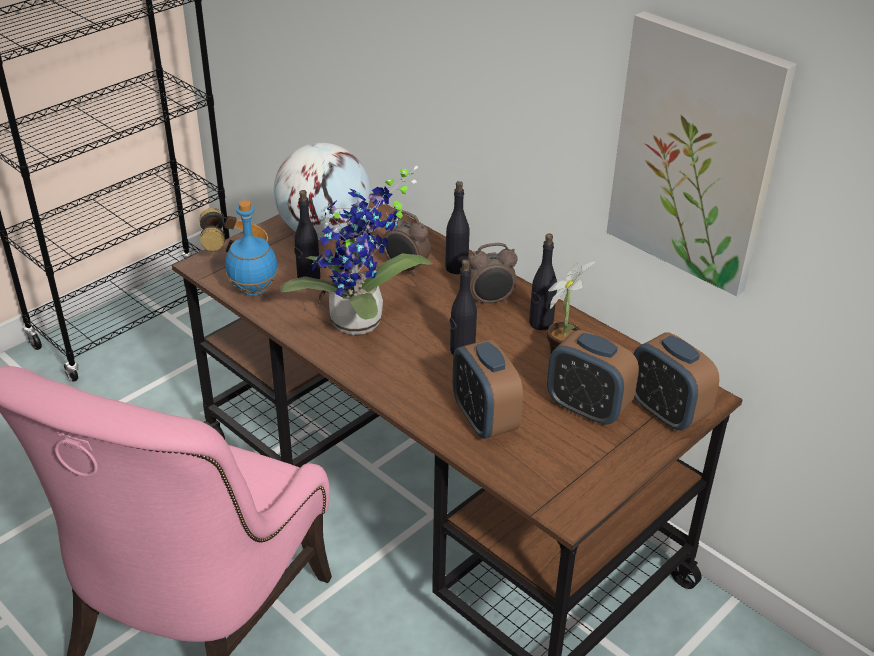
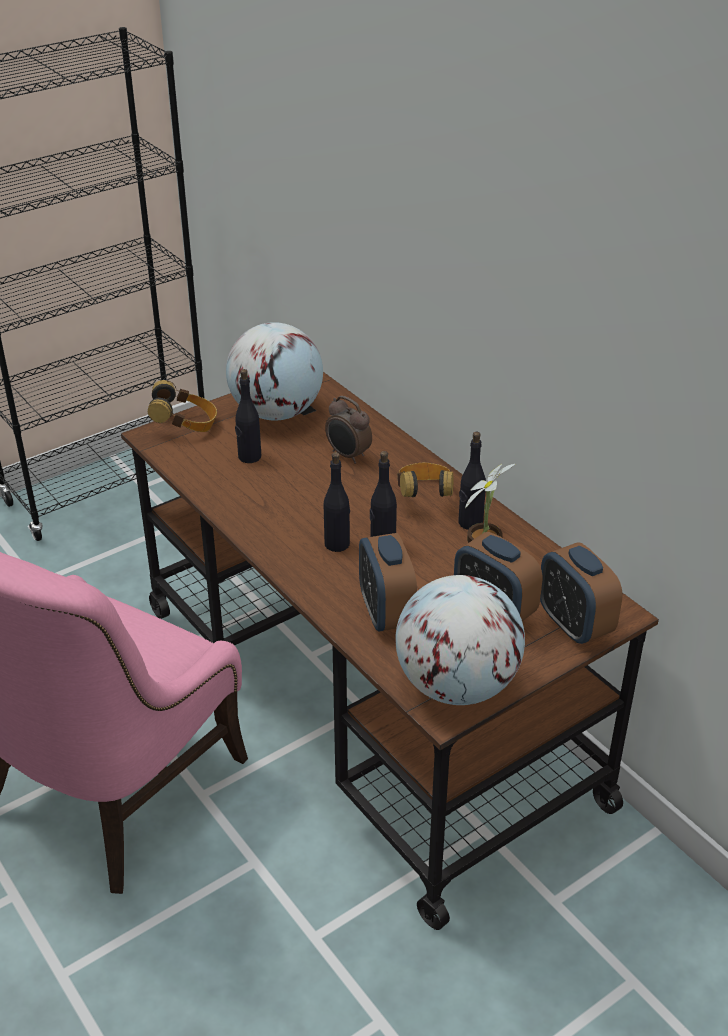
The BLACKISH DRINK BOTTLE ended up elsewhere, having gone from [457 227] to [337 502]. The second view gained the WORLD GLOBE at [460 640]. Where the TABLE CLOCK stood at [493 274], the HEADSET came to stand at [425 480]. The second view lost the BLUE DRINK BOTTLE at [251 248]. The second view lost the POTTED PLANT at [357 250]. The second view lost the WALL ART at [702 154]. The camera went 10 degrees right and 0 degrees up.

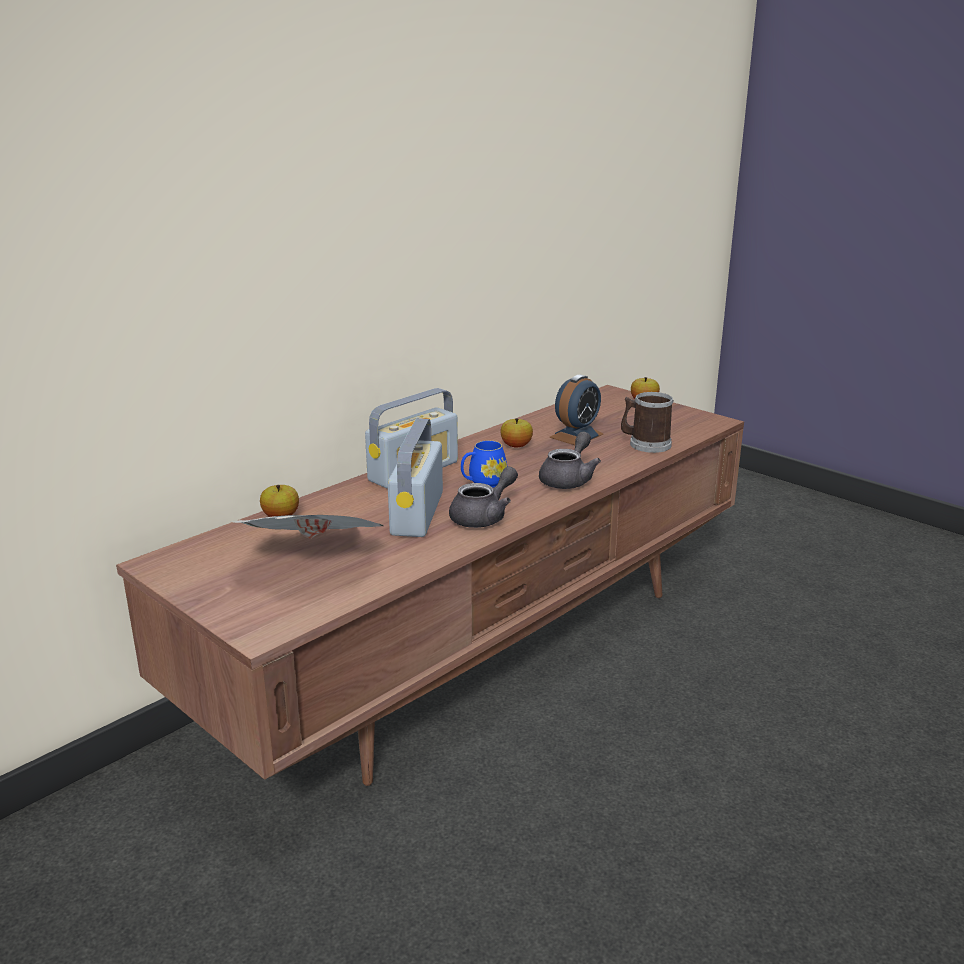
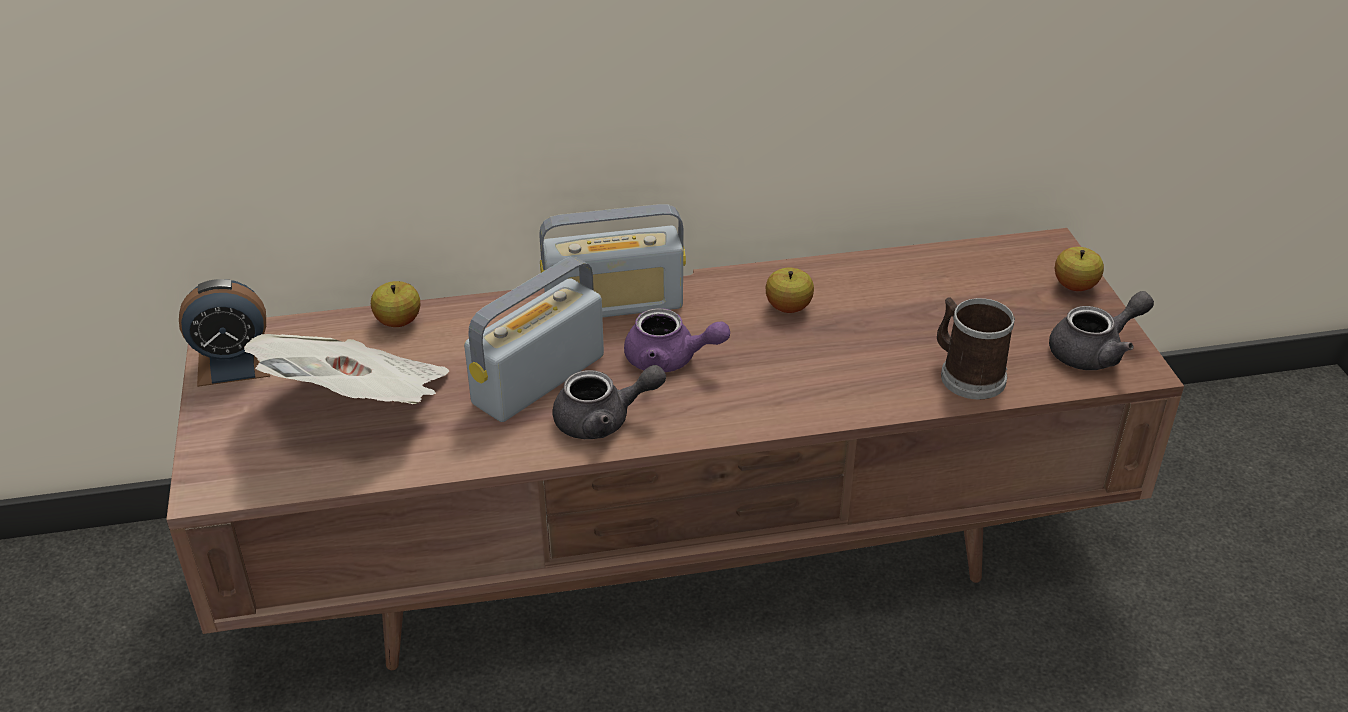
The TABLE CLOCK ended up elsewhere, having gone from [576 410] to [224 333]. Where the BLUE MUG stood at [484 464], the PURPLE TEAPOT came to stand at [677 340]. The GRAY TEAPOT ended up elsewhere, having gone from [570 460] to [1101 330]. The camera went 35 degrees right and 15 degrees up.

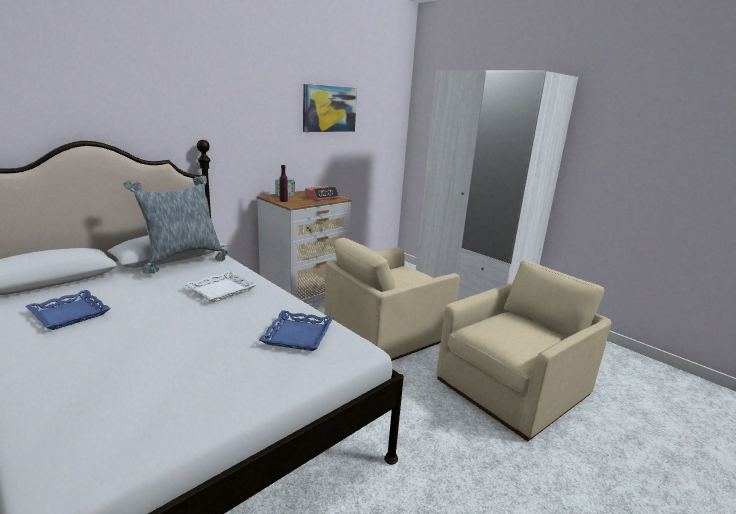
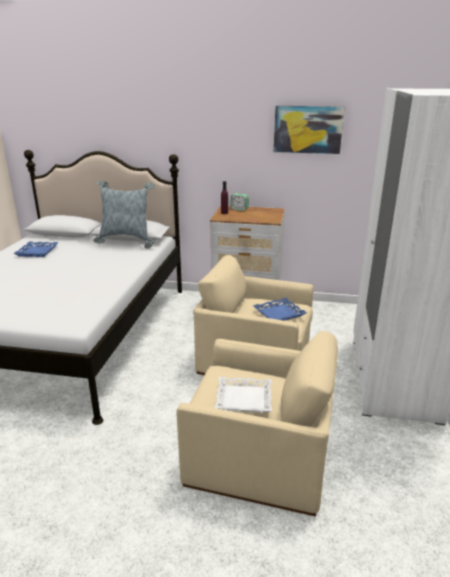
The WHITE TRAY ended up elsewhere, having gone from [220 287] to [243 395]. The BLUE TRAY ended up elsewhere, having gone from [296 330] to [280 309]. The second view lost the TABLE CLOCK at [322 193]. The camera went 55 degrees right and 5 degrees up.

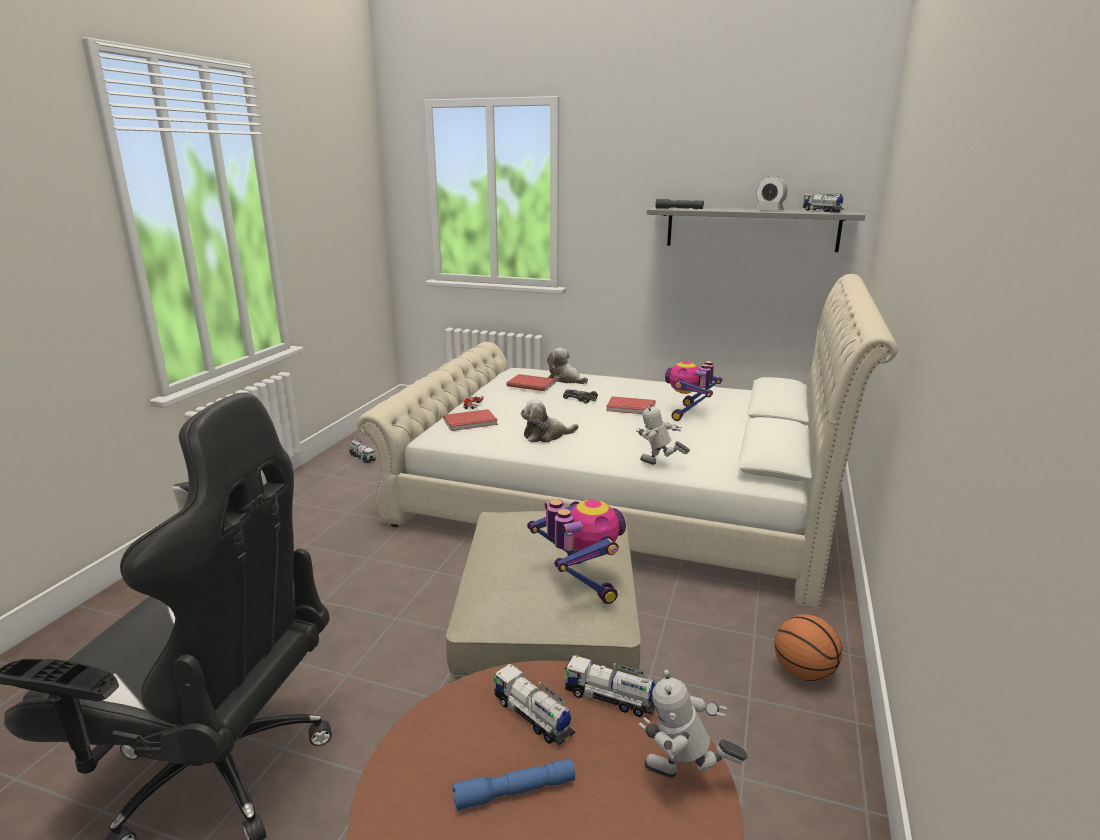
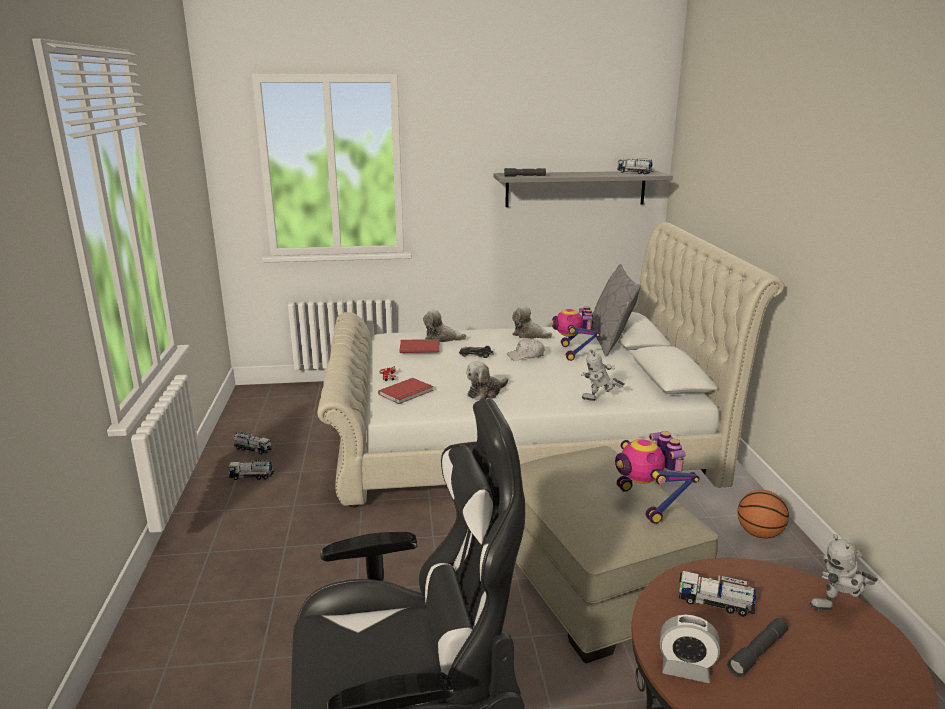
The MODEL TRUCK ended up elsewhere, having gone from [610 686] to [251 469]. Where the RED BOUND BOOK stood at [630 405], the WHITE CAP came to stand at [525 349]. The second view gained the CUDDLY TOY at [532 322]. The second view gained the GRAY PILLOW at [616 310]. The TOY ROBOT at [576 551] ended up facing another way, 150 degrees counterclockwise from before. The TABLE CLOCK ended up elsewhere, having gone from [772 193] to [690 649]. What was the BLUE FLASHLIGHT at [513 785] turned into the GRAY FLASHLIGHT at [757 647]. The camera went 25 degrees left and 0 degrees up.

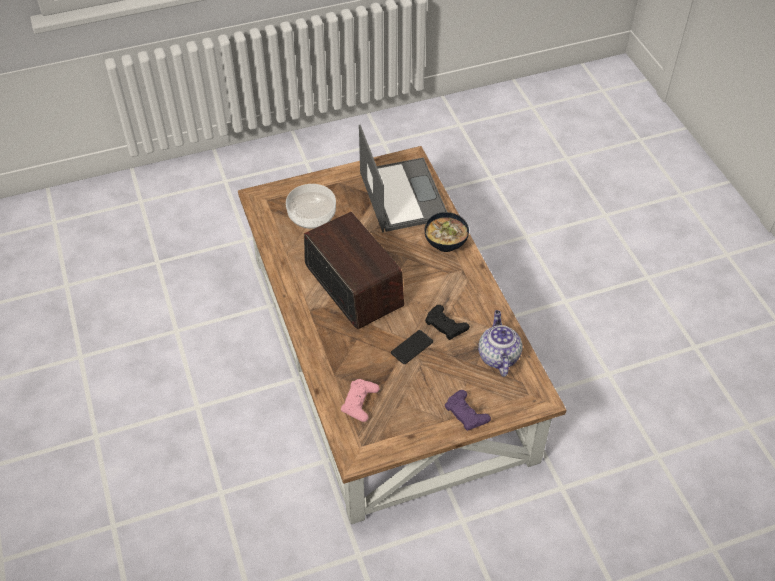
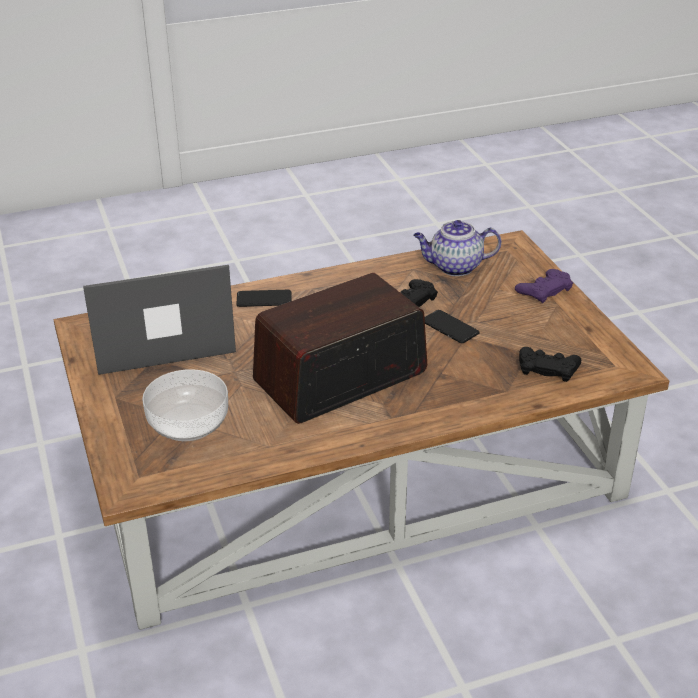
Where the DEEP DISH stood at [447 232], the PHONE came to stand at [264 298]. What was the PINK-COLOURED GAME CONTROLLER at [360 400] turned into the BLACKISH GAME CONTROLLER at [550 364]. The camera went 90 degrees left and 15 degrees down.

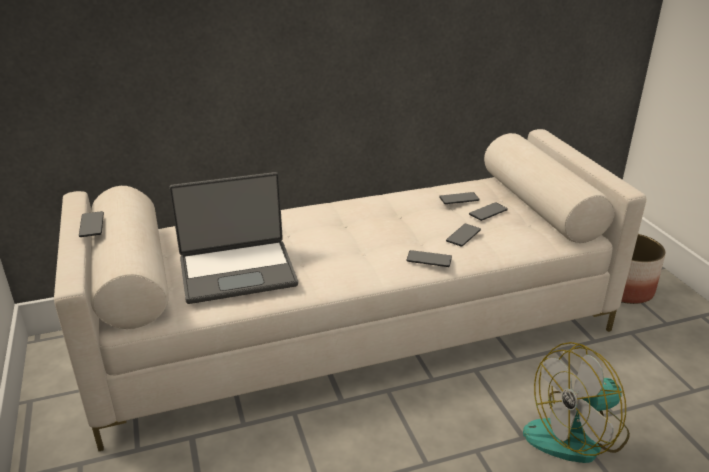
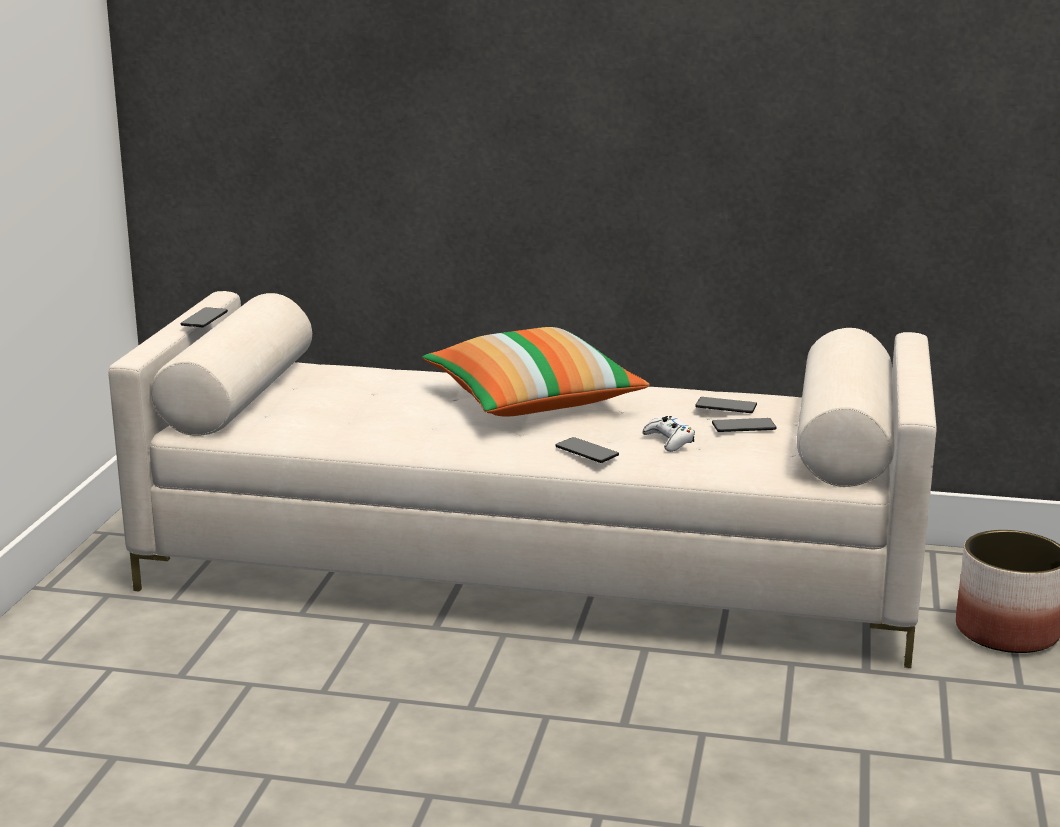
The second view gained the PILLOW at [536 372]. Where the PHONE stood at [463 235], the WHITE GAME CONTROLLER came to stand at [669 434]. The second view lost the PORTABLE COMPUTER at [233 238]. The second view lost the FAN at [576 402]. The camera went 30 degrees right and 10 degrees down.

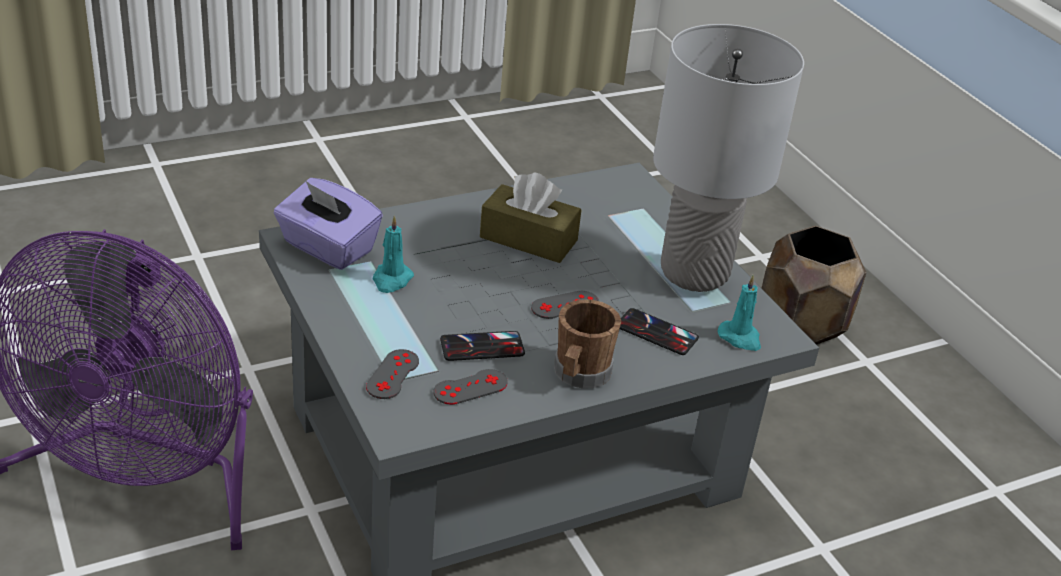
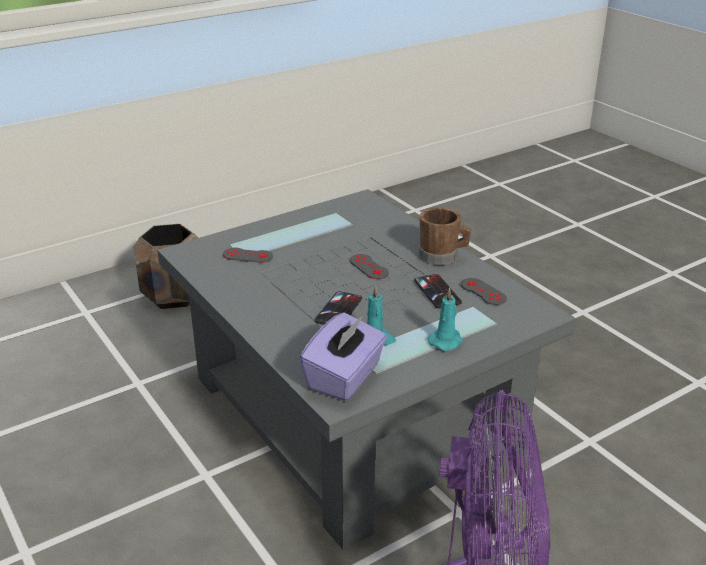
The GRAY GAME CONTROLLER ended up elsewhere, having gone from [392 374] to [248 255]. The PHONE ended up elsewhere, having gone from [659 331] to [338 308]. The TURQUOISE-COLOURED WAX CANDLE ended up elsewhere, having gone from [739 313] to [445 319]. The second view lost the BROWNISH TISSUE HOLDER at [531 218]. The second view lost the GRAY TABLETOP LAMP at [728 158]. The camera went 95 degrees left and 5 degrees down.

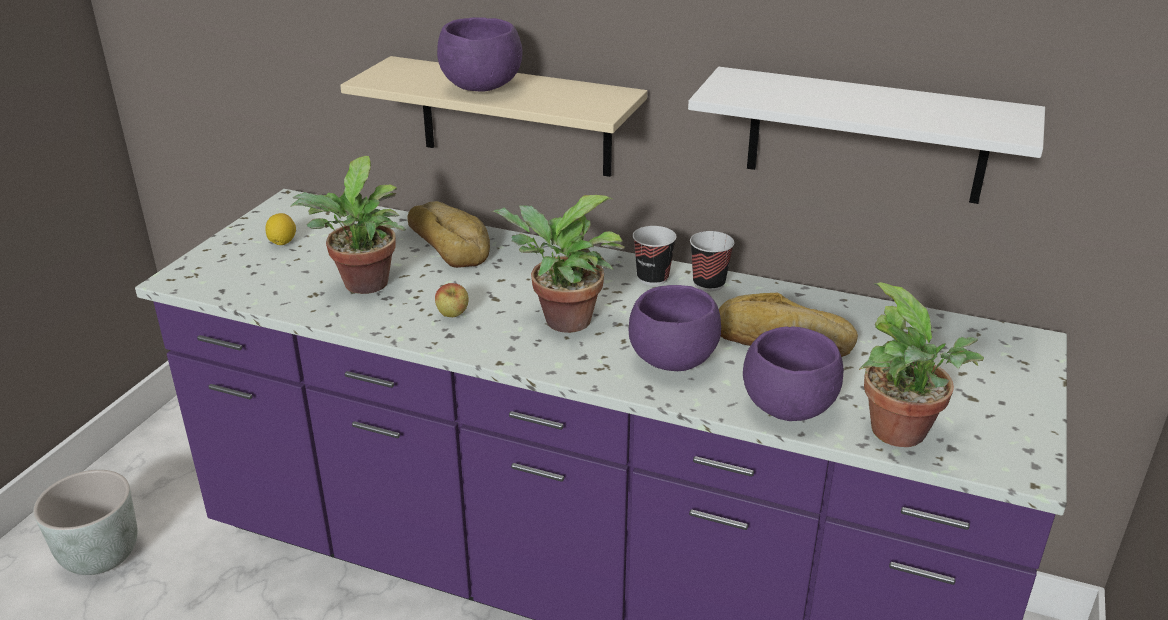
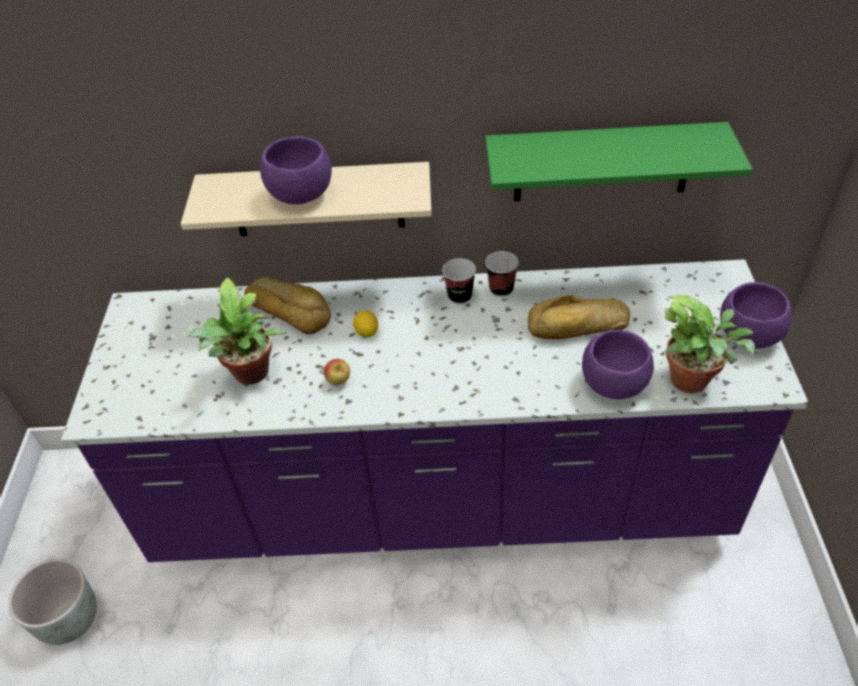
The CITRUS FRUIT ended up elsewhere, having gone from [280 229] to [365 323]. What was the WHITE WALL SHELF at [866 135] turned into the GREENISH WALL SHELF at [619 161]. The PURPLE DEEP DISH ended up elsewhere, having gone from [675 328] to [756 315]. The second view lost the POTTED PLANT at [558 264]. The camera went 20 degrees left and 15 degrees up.

